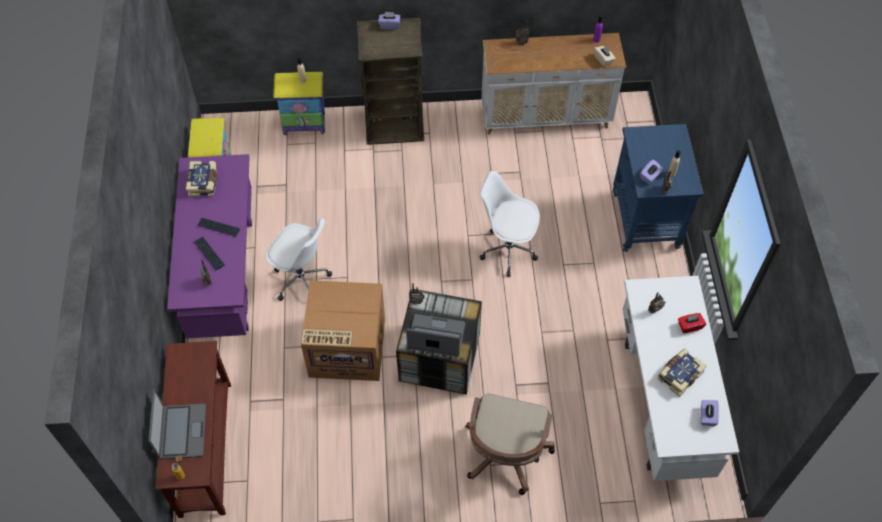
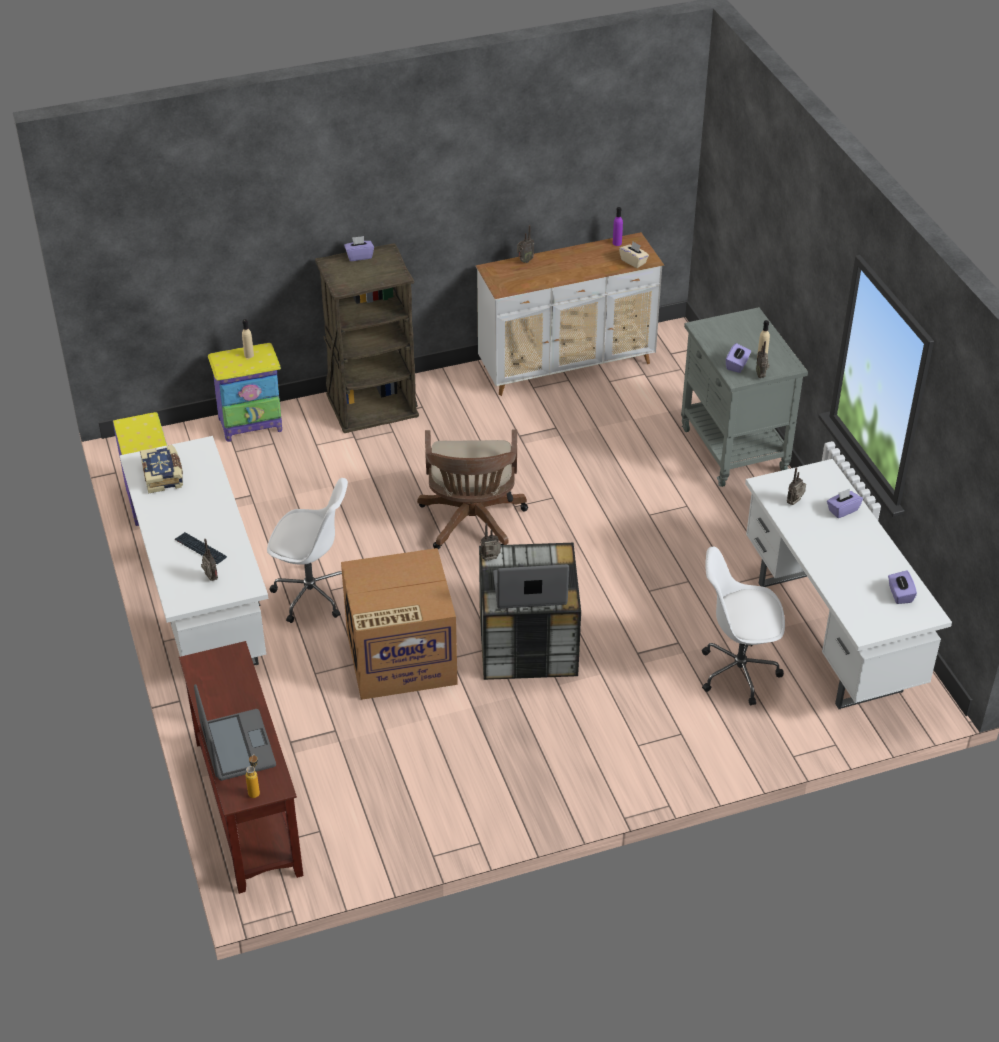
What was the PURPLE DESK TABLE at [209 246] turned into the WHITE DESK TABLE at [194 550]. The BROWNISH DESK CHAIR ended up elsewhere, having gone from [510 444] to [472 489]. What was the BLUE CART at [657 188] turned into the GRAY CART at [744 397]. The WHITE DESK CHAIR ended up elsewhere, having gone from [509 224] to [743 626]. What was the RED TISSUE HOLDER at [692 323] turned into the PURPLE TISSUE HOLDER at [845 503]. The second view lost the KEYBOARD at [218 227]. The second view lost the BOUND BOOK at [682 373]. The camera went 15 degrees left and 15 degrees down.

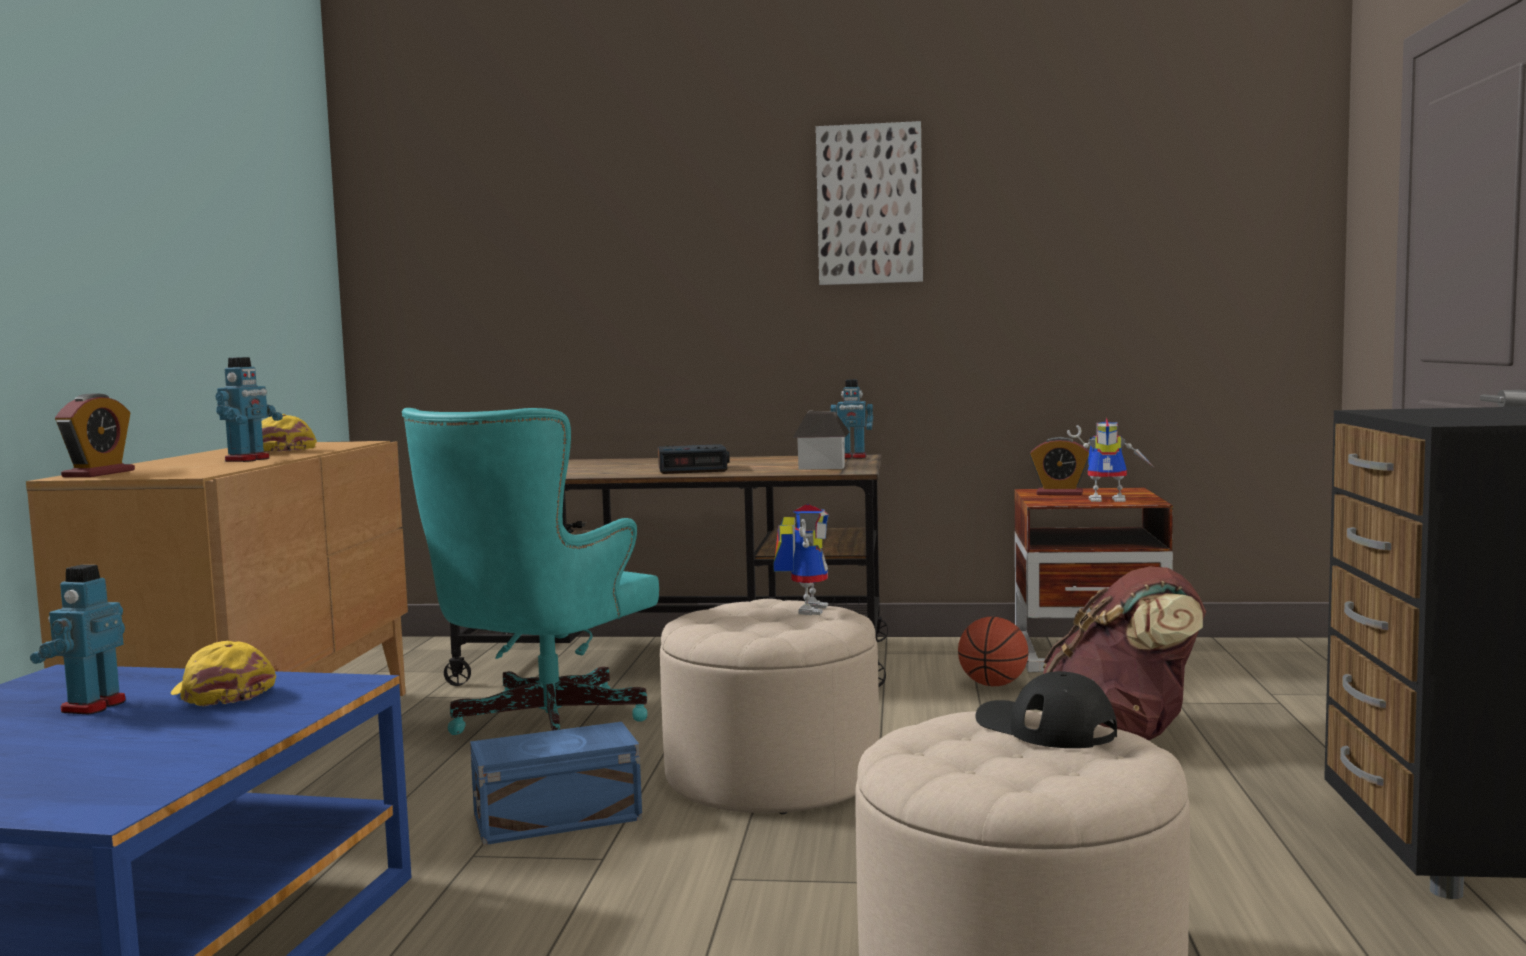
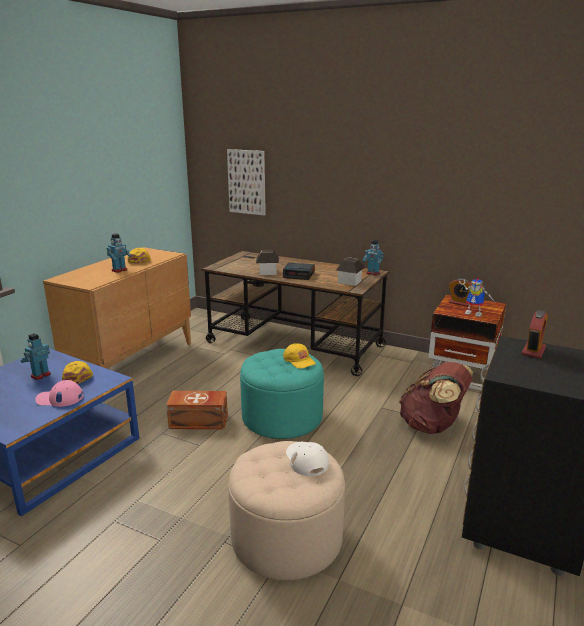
The second view gained the PINK-COLOURED CAP at [59 393]. What was the BLUE STORAGE BOX at [556 783] turned into the BROWNISH STORAGE BOX at [197 410]. The WALL ART ended up elsewhere, having gone from [869 203] to [246 182]. What was the BEIGE-COLOURED POUFFE at [769 706] turned into the TURQUOISE-COLOURED POUFFE at [282 394]. The second view gained the TOY HOUSE at [267 262]. Where the TOY ROBOT stood at [801 559], the YELLOW-COLOURED CAP came to stand at [299 356]. What was the BLACKISH CAP at [1046 709] turned into the WHITE CAP at [307 459]. The TABLE CLOCK ended up elsewhere, having gone from [95 435] to [534 334]. The second view lost the TURQUOISE-COLOURED DESK CHAIR at [530 571]. The second view lost the BASKETBALL at [993 651]. The camera went 20 degrees right and 15 degrees up.

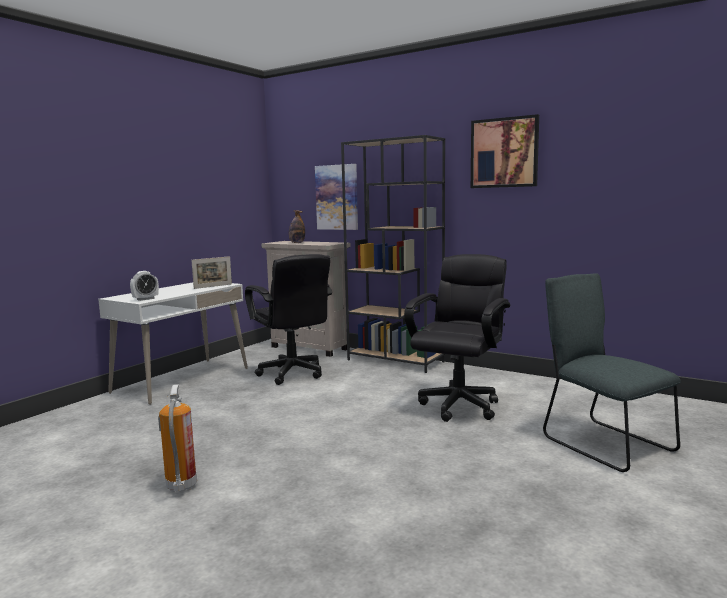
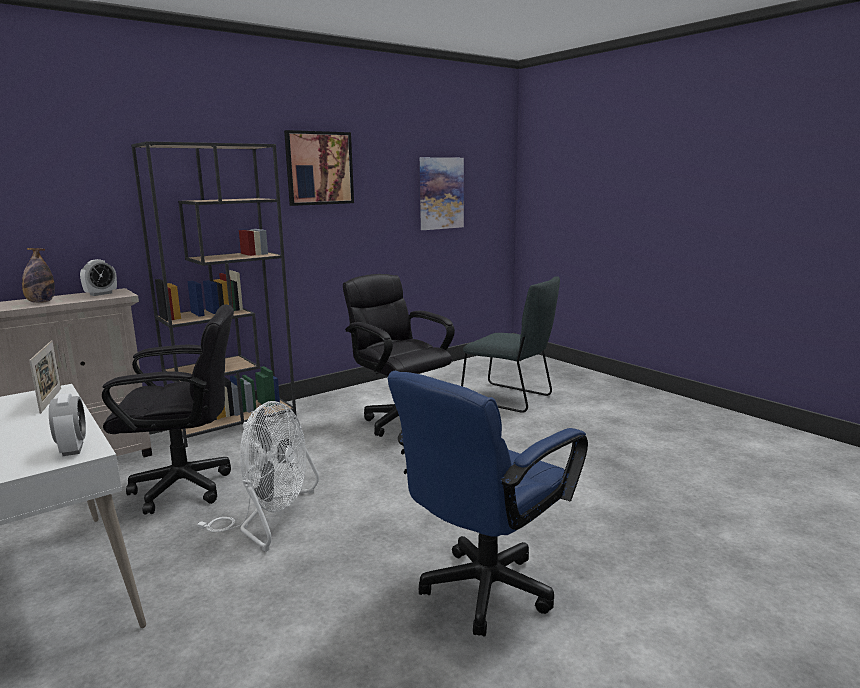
The second view gained the TABLE CLOCK at [98 277]. The second view gained the WHITE FAN at [258 476]. Where the FIRE-FIGHTING CYLINDER stood at [177 438], the BLUE DESK CHAIR came to stand at [487 504]. The WALL ART ended up elsewhere, having gone from [336 197] to [442 193]. The GRAY UPRIGHT CHAIR at [612 372] ended up facing another way, 135 degrees counterclockwise from before. The camera went 70 degrees left and 5 degrees up.

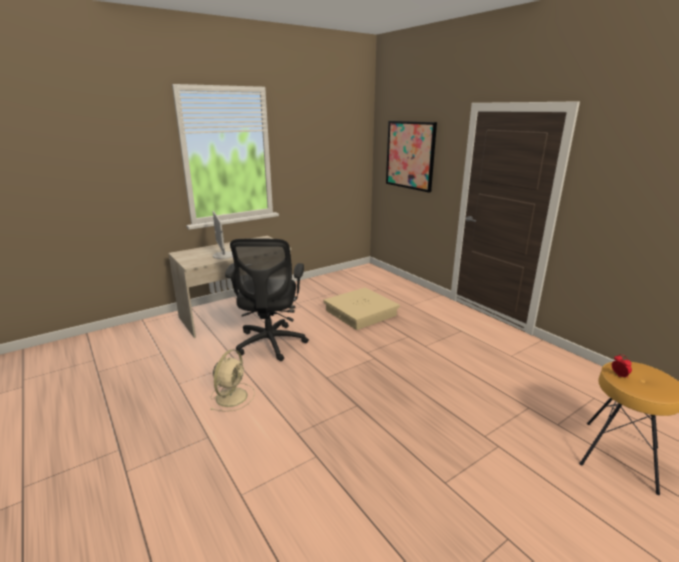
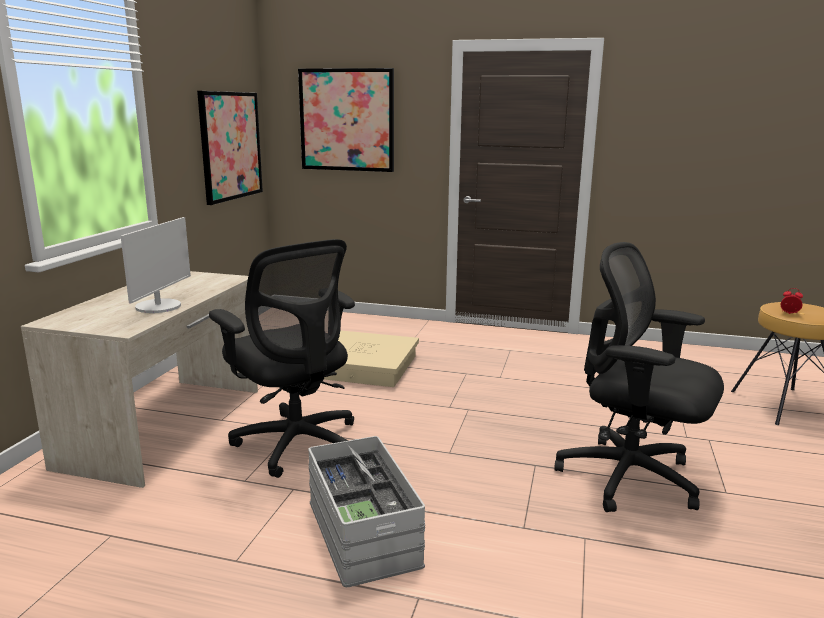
The COMPUTER DISPLAY at [223 235] ended up facing another way, 105 degrees counterclockwise from before. The second view gained the WALL ART at [230 148]. Where the BEIGE-COLOURED FAN stood at [232 380], the GRAY STORAGE BOX came to stand at [366 511]. The second view gained the BLACKISH DESK CHAIR at [639 377]. The camera went 40 degrees left and 5 degrees down.

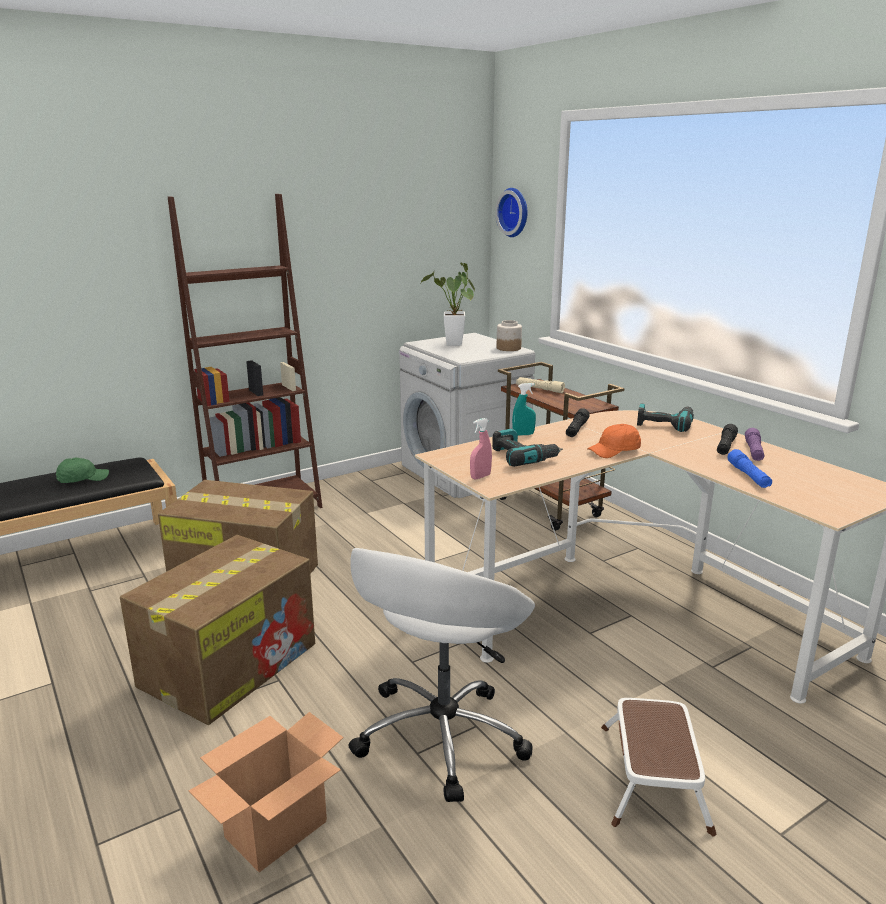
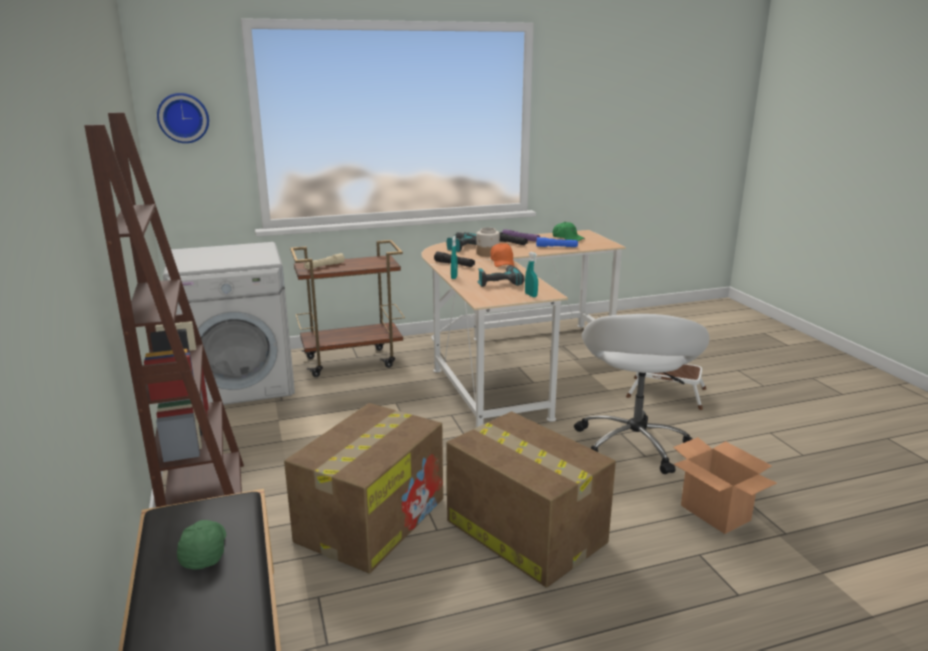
The STORAGE JAR ended up elsewhere, having gone from [509 335] to [488 242]. What was the PINK-COLOURED SPRAYER at [481 448] turned into the TURQUOISE-COLOURED SPRAYER at [531 274]. The second view gained the GREENISH CAP at [569 231]. The WHITE DESK CHAIR at [441 675] ended up facing another way, 60 degrees clockwise from before. The second view lost the POTTED PLANT at [448 303]. The camera went 75 degrees left and 0 degrees up.

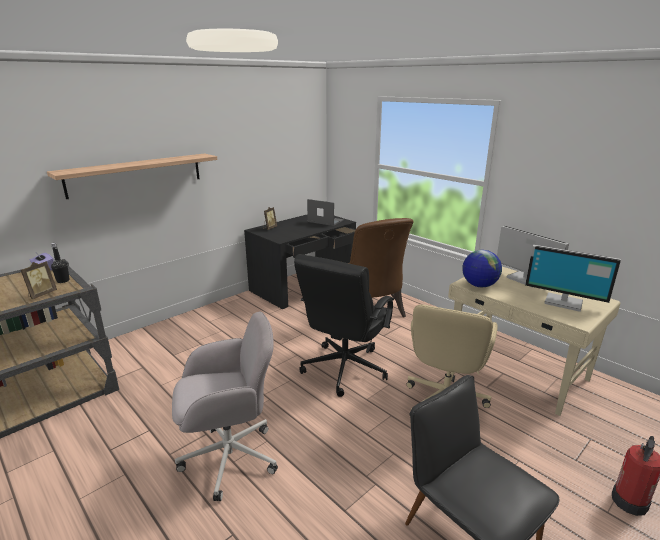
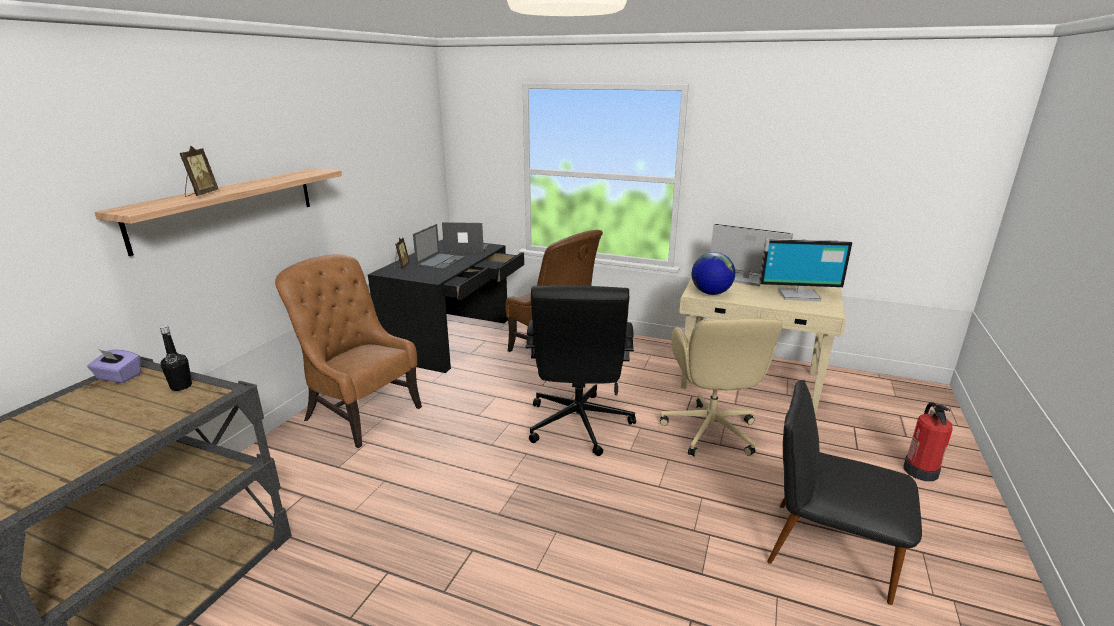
The STANDING FRAME ended up elsewhere, having gone from [39 280] to [199 171]. The second view gained the BROWNISH UPRIGHT CHAIR at [348 351]. The second view gained the PORTABLE COMPUTER at [439 247]. The second view lost the GRAY DESK CHAIR at [225 406]. The camera went 25 degrees left and 0 degrees up.

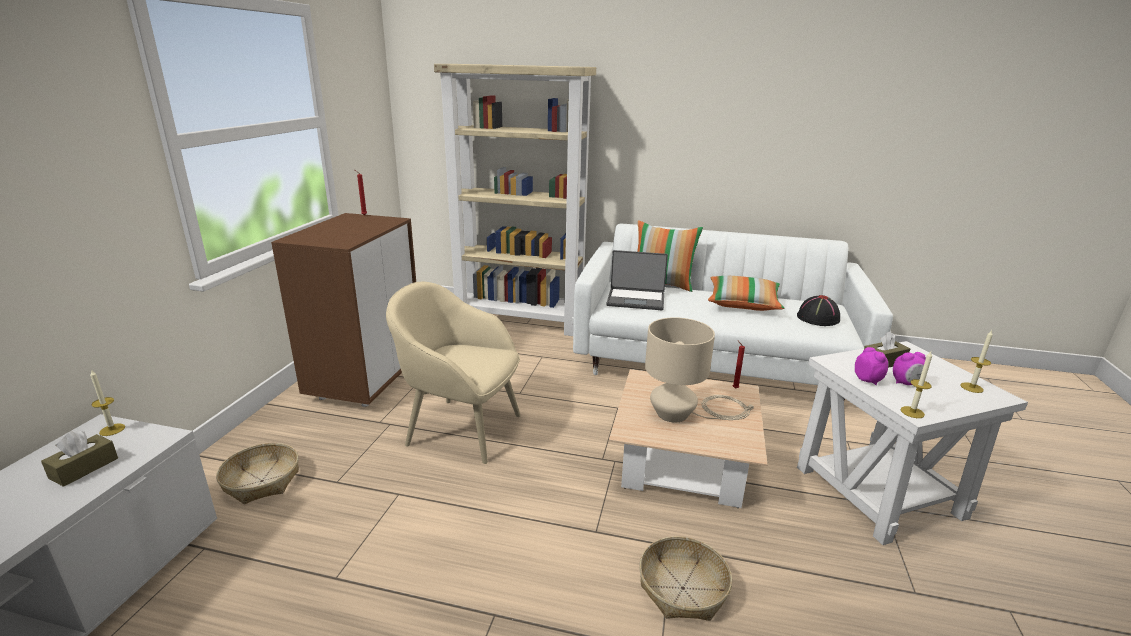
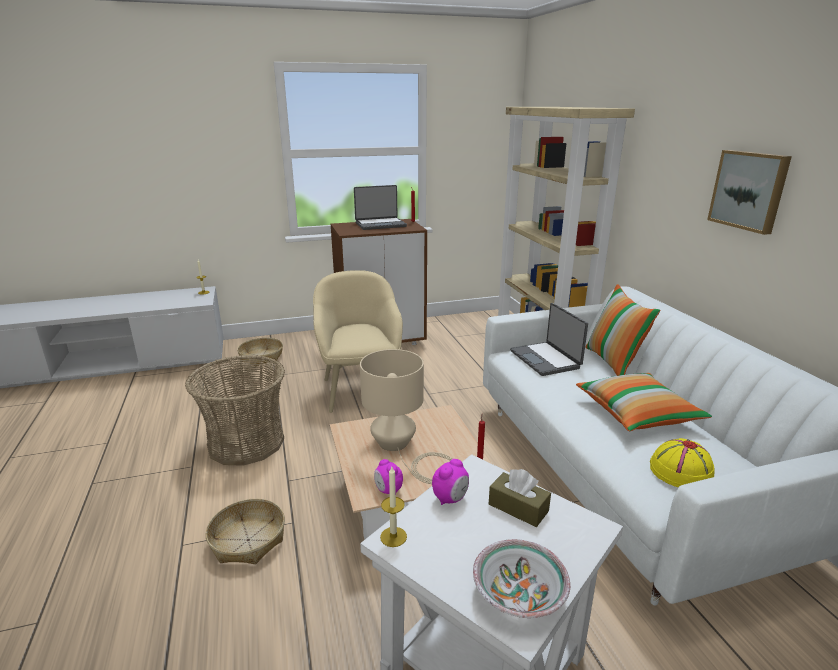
The second view gained the BASKET at [235 410]. The second view gained the PORTABLE COMPUTER at [380 207]. The TABLE CLOCK ended up elsewhere, having gone from [909 368] to [388 476]. Where the WAX CANDLE stood at [976 361], the DEEP DISH came to stand at [521 578]. What was the BLACKISH HAT at [818 310] turned into the YELLOW-COLOURED HAT at [682 462]. The second view gained the WALL ART at [749 192]. The second view lost the BROWNISH TISSUE HOLDER at [79 459]. The camera went 60 degrees right and 0 degrees up.

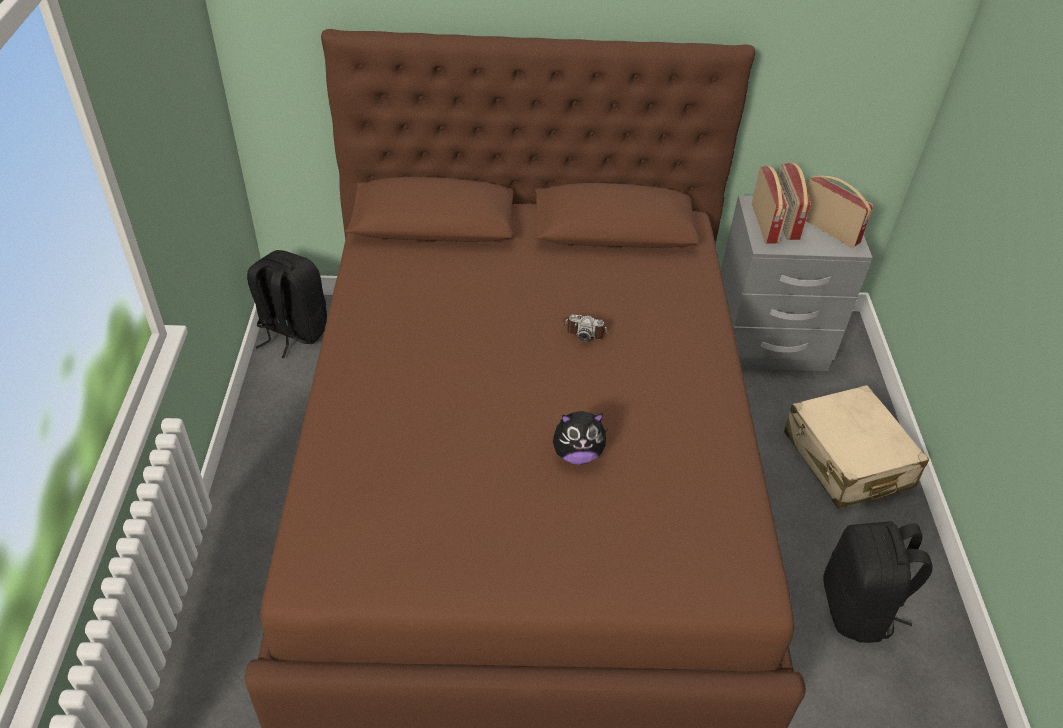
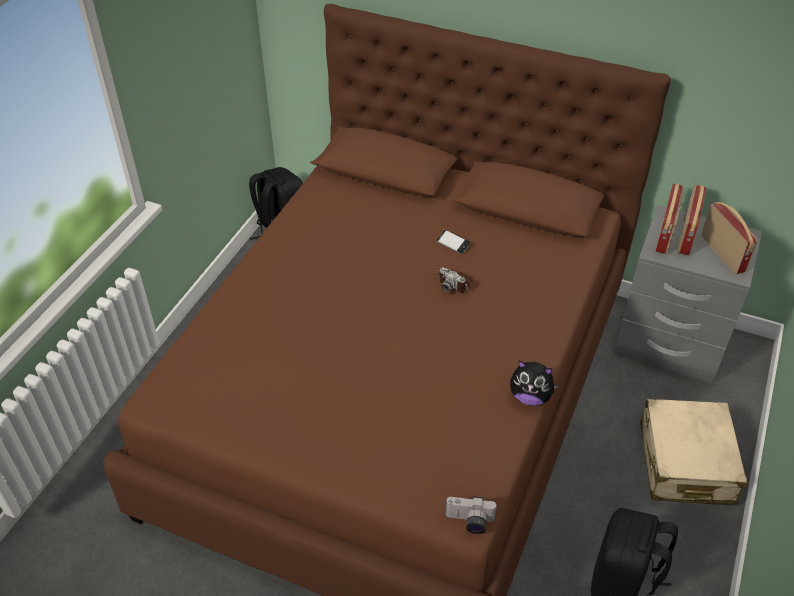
The second view gained the PHONE at [454 242]. The second view gained the PHOTO CAMERA at [471 515]. The CUDDLY TOY ended up elsewhere, having gone from [580 437] to [535 383]. The camera went 25 degrees right and 0 degrees up.

